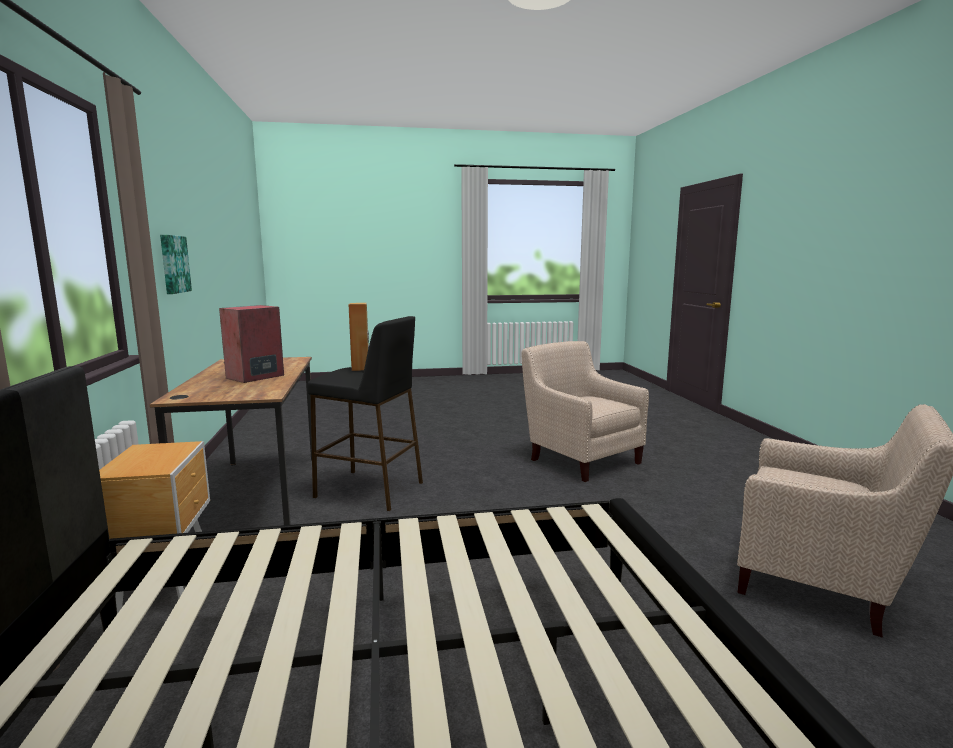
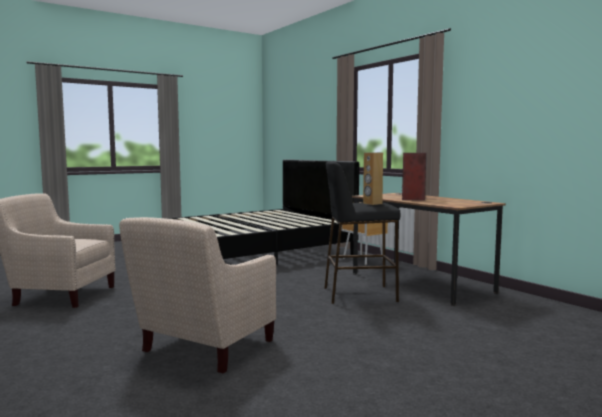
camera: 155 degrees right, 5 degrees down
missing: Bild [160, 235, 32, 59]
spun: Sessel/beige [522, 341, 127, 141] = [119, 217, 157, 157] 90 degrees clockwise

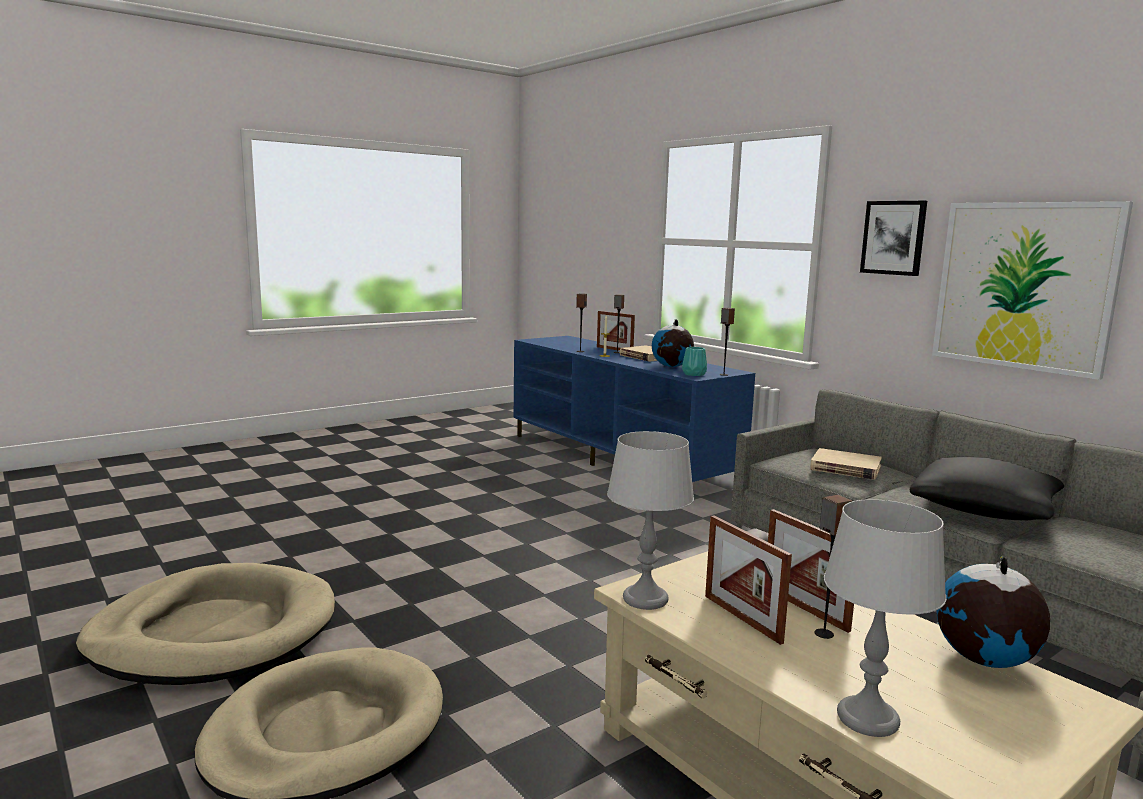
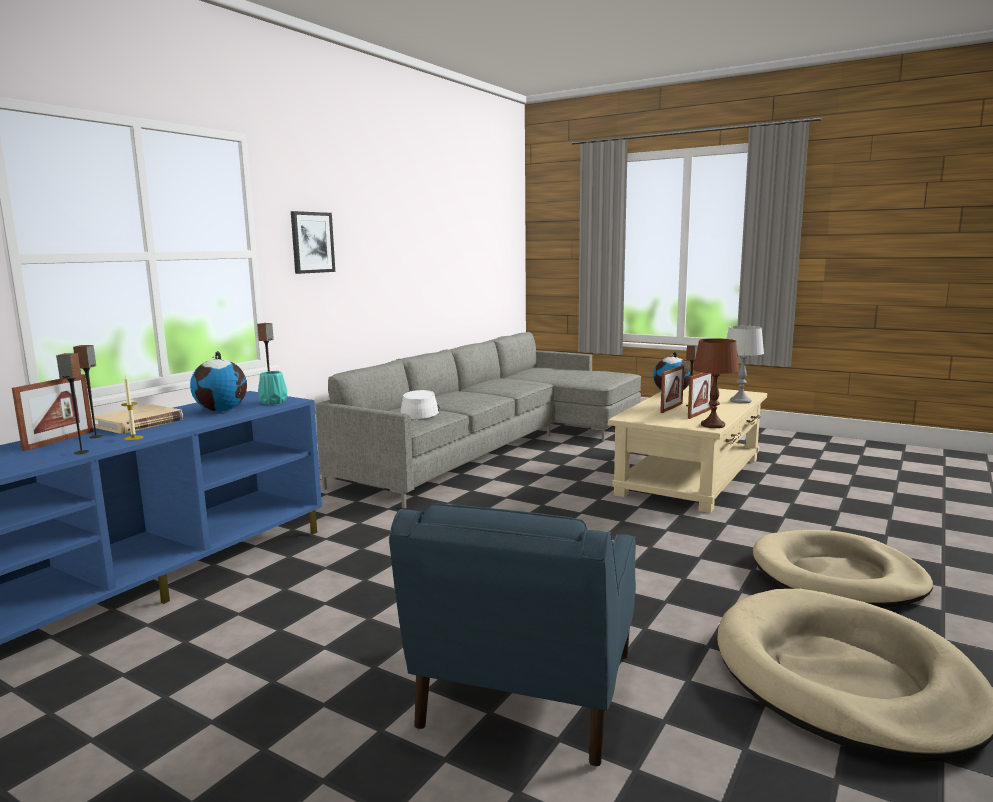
camera: 110 degrees left, 0 degrees up
missing: Kissen/schwarz [910, 457, 154, 63]; Bild [932, 201, 201, 179]
appeared: Sessel/blau [389, 503, 247, 264]
exchanged: Buch/beige [810, 448, 72, 32] to Hut/weiß [400, 390, 40, 29]
colour: Tischlampe/grau [607, 431, 87, 179] to Tischlampe/braun [693, 338, 46, 90]

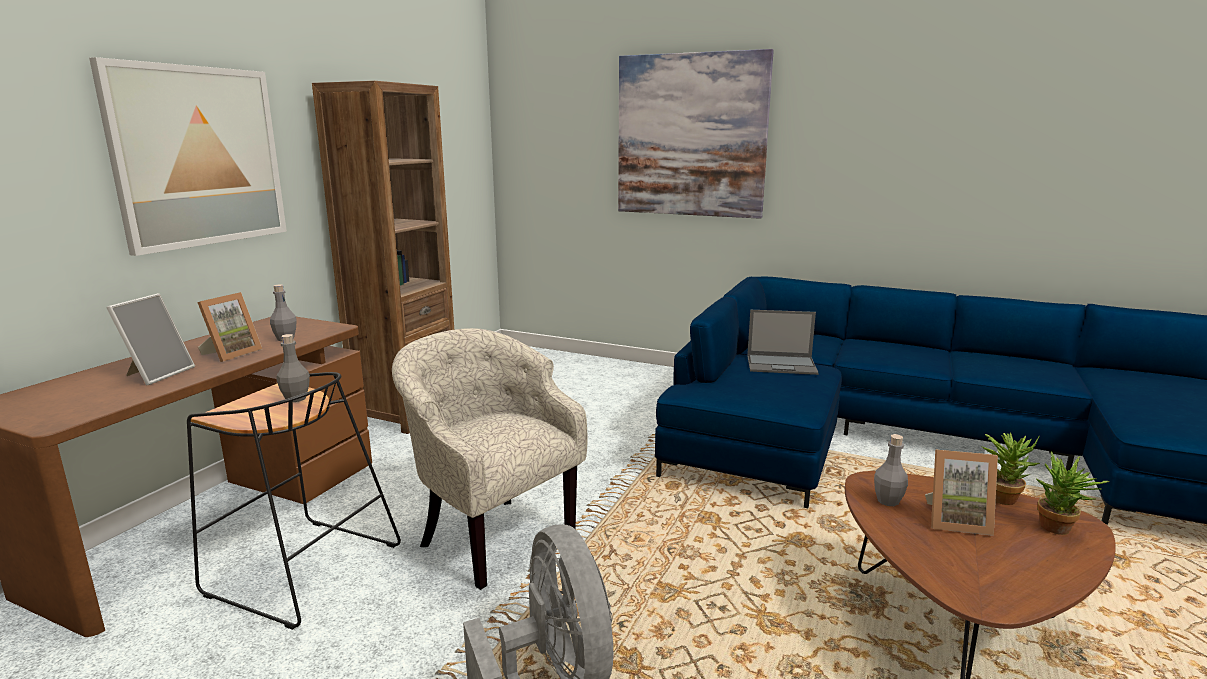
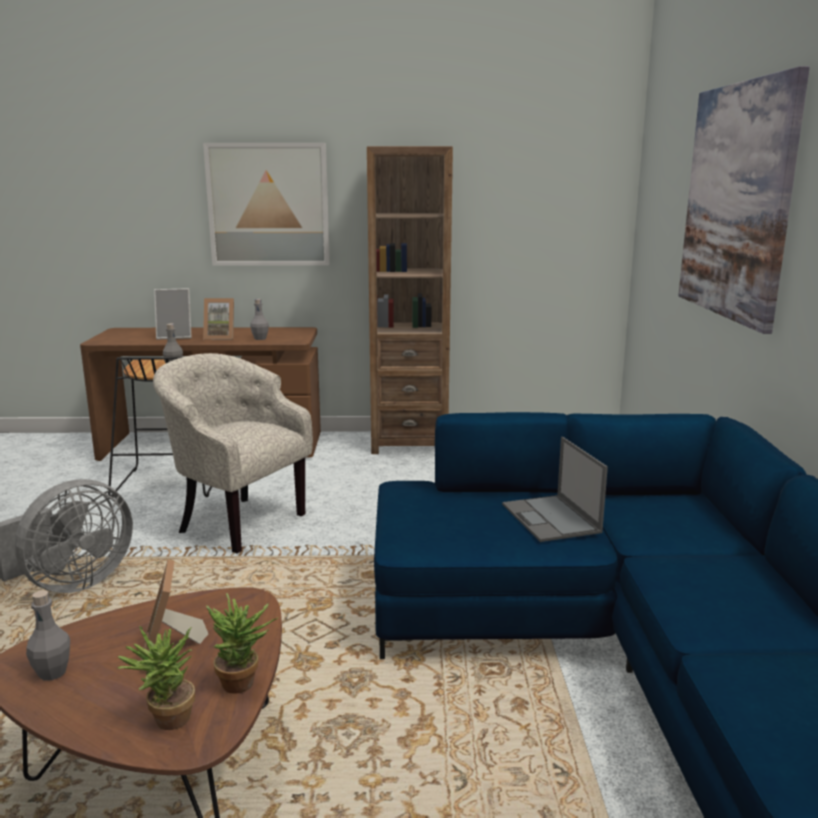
camera: 65 degrees right, 0 degrees up
relocated: Flasche/grau [874, 434, 34, 72] to [26, 590, 44, 90]
spun: Sessel/beige [392, 328, 195, 262] = [153, 353, 160, 201] 75 degrees counterclockwise

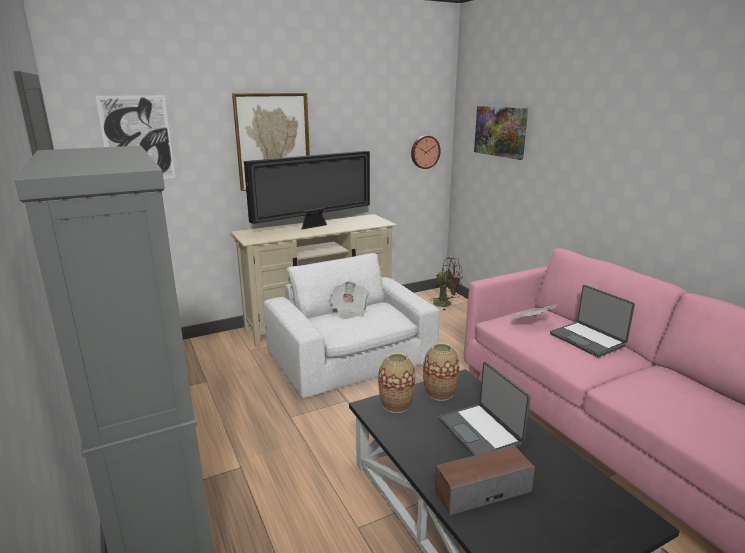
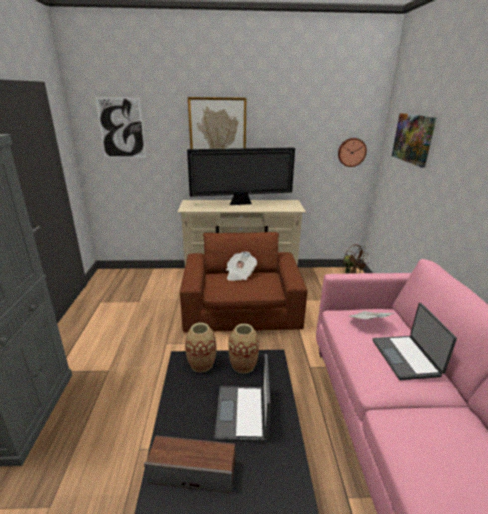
camera: 25 degrees right, 5 degrees up
colour: Sessel/weiß [263, 253, 177, 145] to Sessel/braun [180, 232, 128, 100]

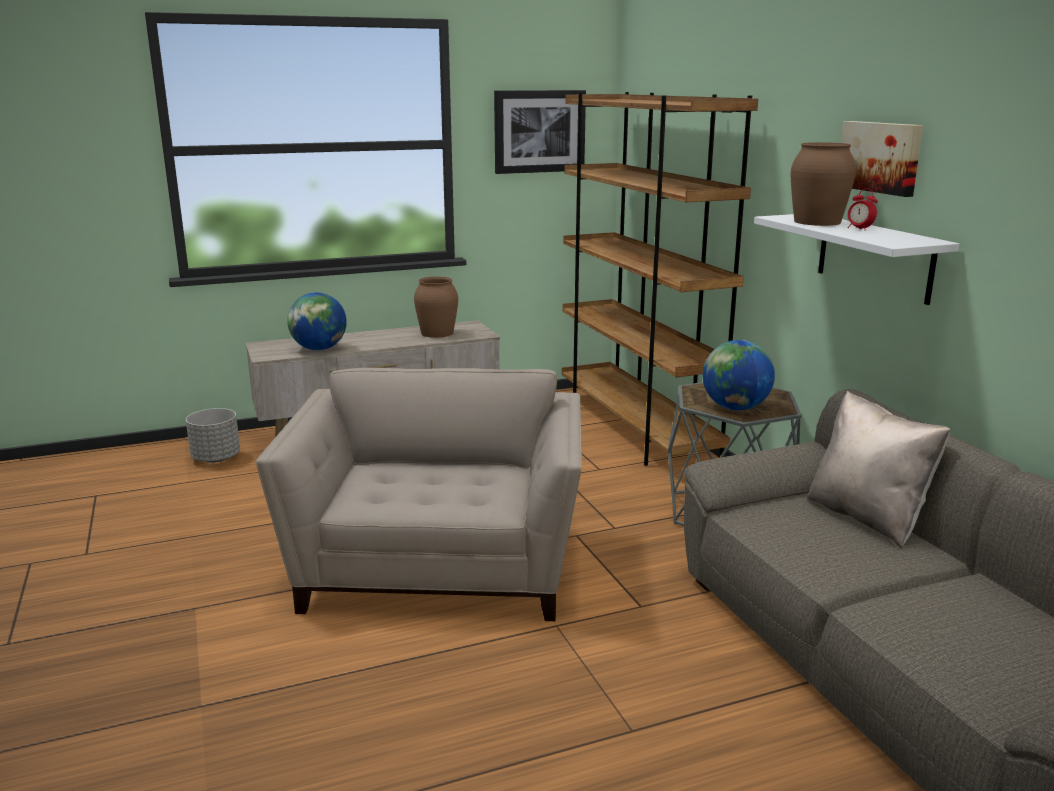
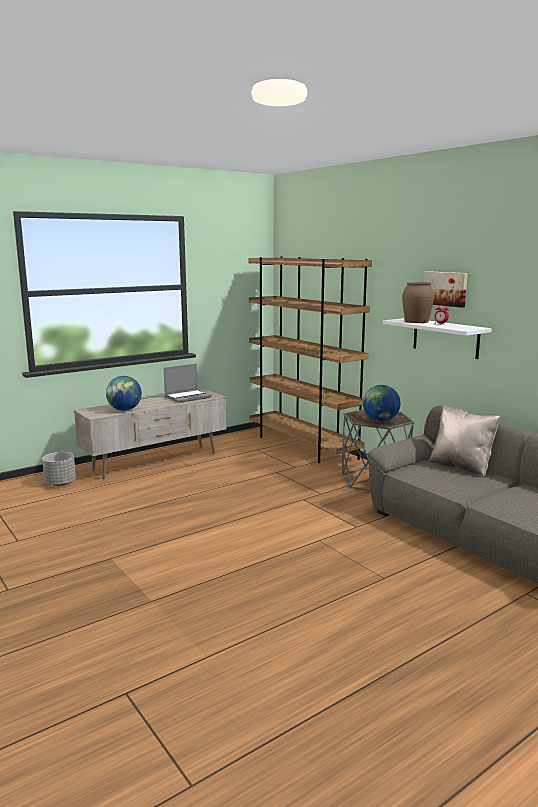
camera: 15 degrees left, 5 degrees down
missing: Sessel/beige [256, 368, 326, 253]; Bild [494, 90, 92, 84]
exchanged: Vase/braun [414, 277, 44, 61] to Laptop [164, 363, 48, 40]

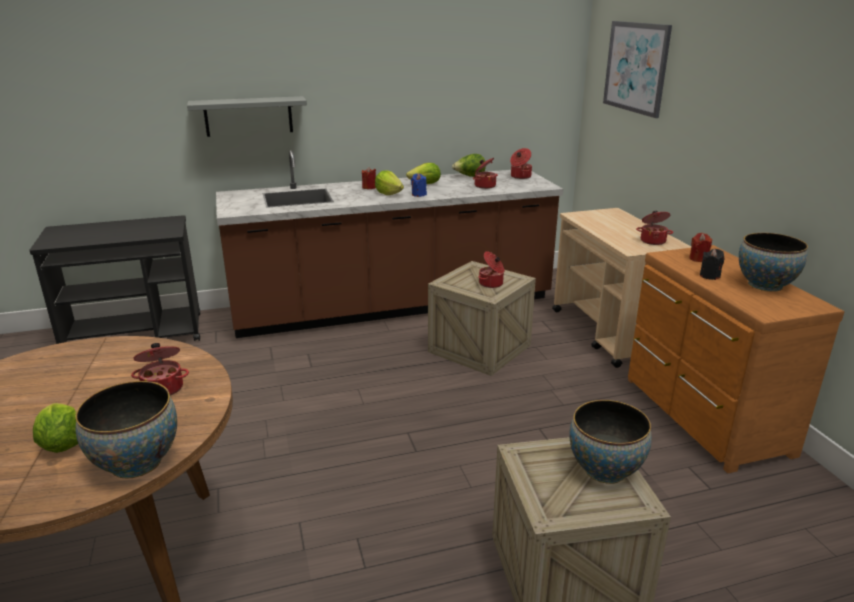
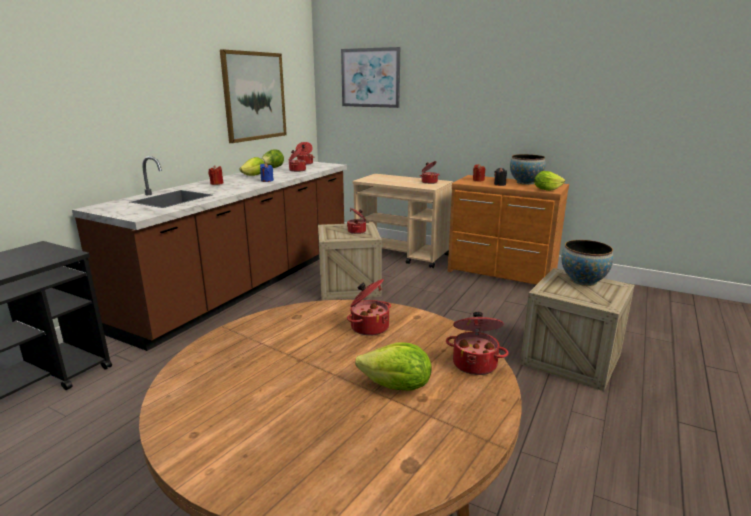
camera: 45 degrees left, 5 degrees down
missing: Wandregal/grau [187, 96, 120, 41]
appeared: Bild [220, 49, 67, 94]
relocated: Salatkopf [375, 170, 29, 25] to [534, 171, 31, 20]
exchanged: Schüssel [75, 381, 102, 98] to Kochtopf [446, 312, 63, 63]

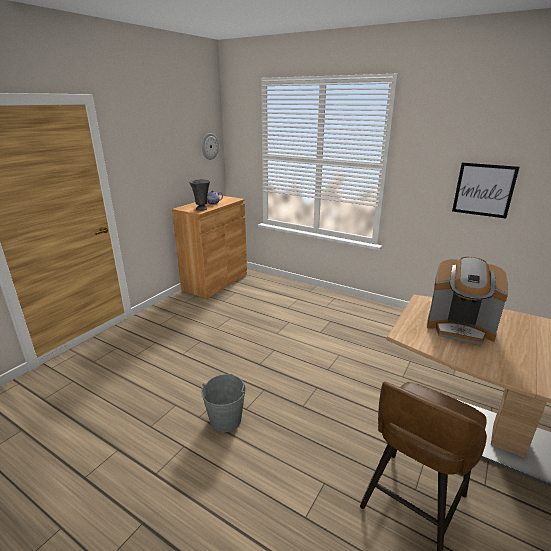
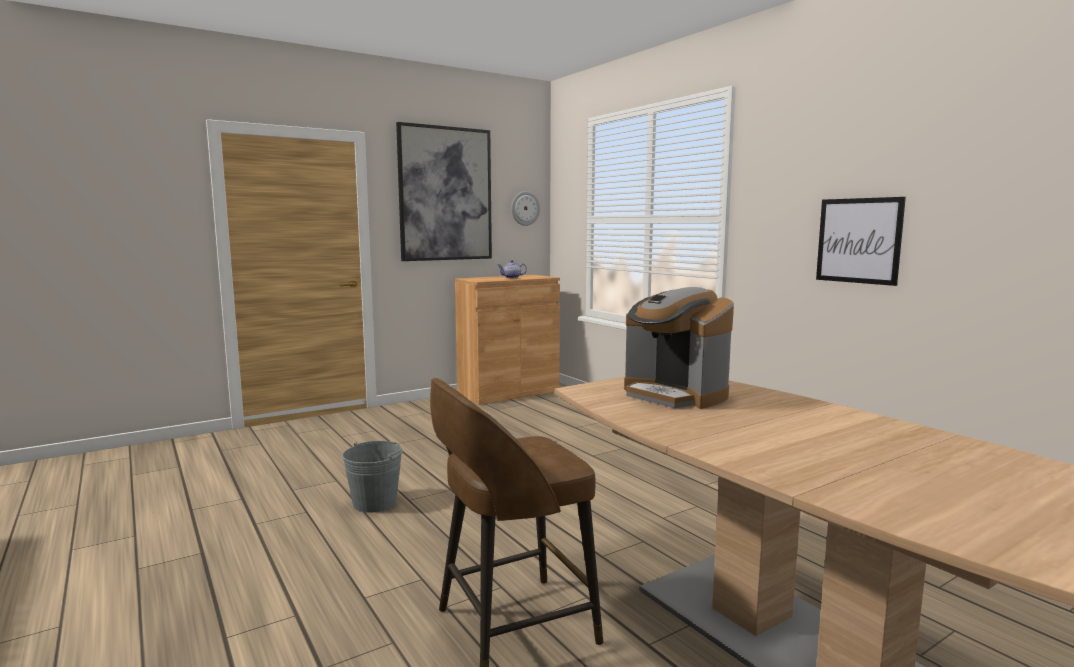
camera: 25 degrees right, 15 degrees down
missing: Vase/grau [189, 179, 21, 31]
appeared: Bild [396, 122, 96, 139]

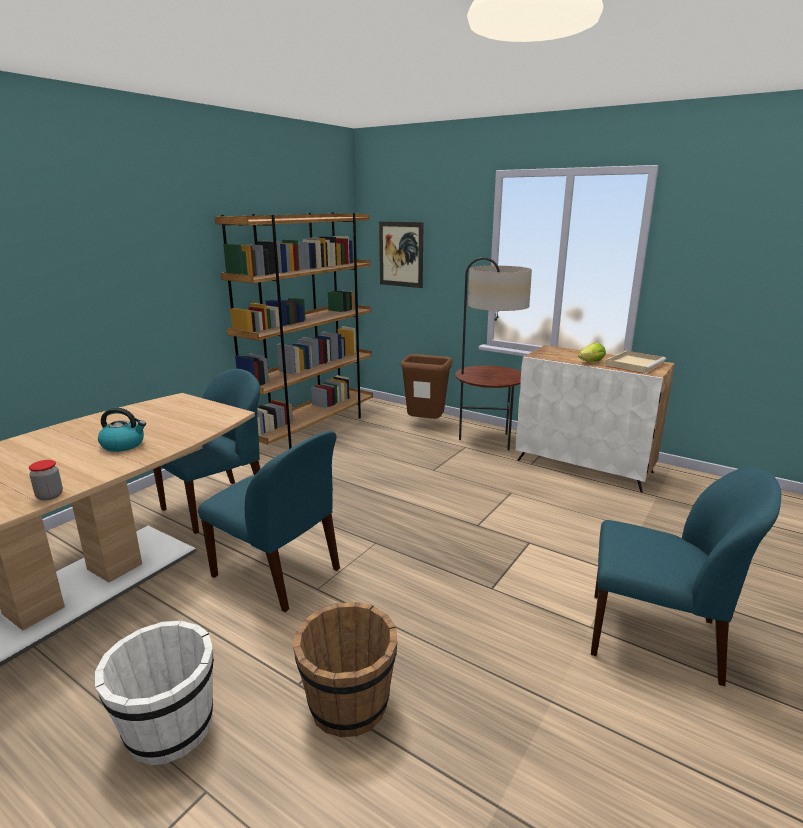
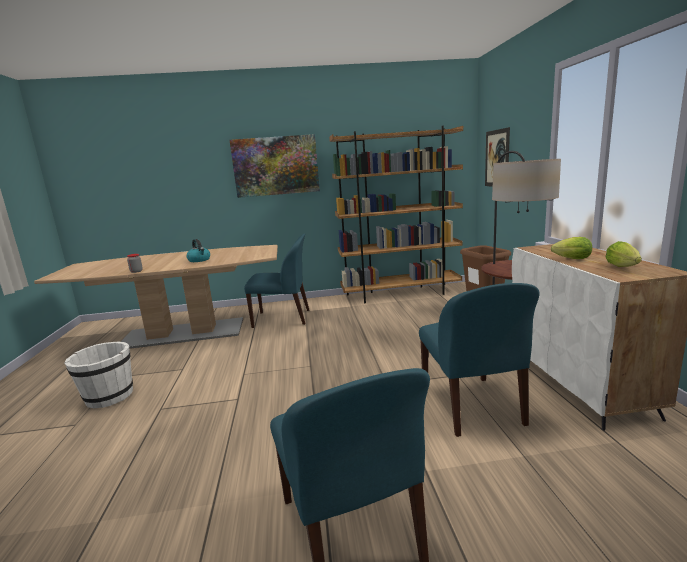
camera: 50 degrees right, 5 degrees down
missing: Eimer/braun [293, 602, 104, 135]
appeared: Bild [230, 134, 90, 64]
relocated: Stuhl/blau [198, 431, 142, 181] to [419, 283, 121, 154]
exchanged: Tablett/beige [605, 351, 61, 23] to Salatkopf [606, 241, 36, 26]

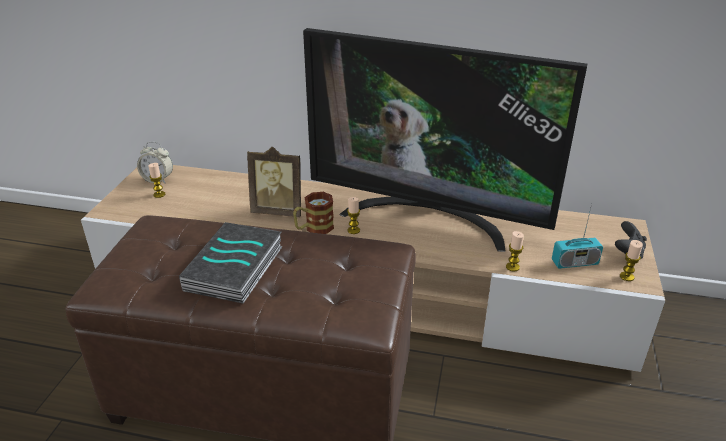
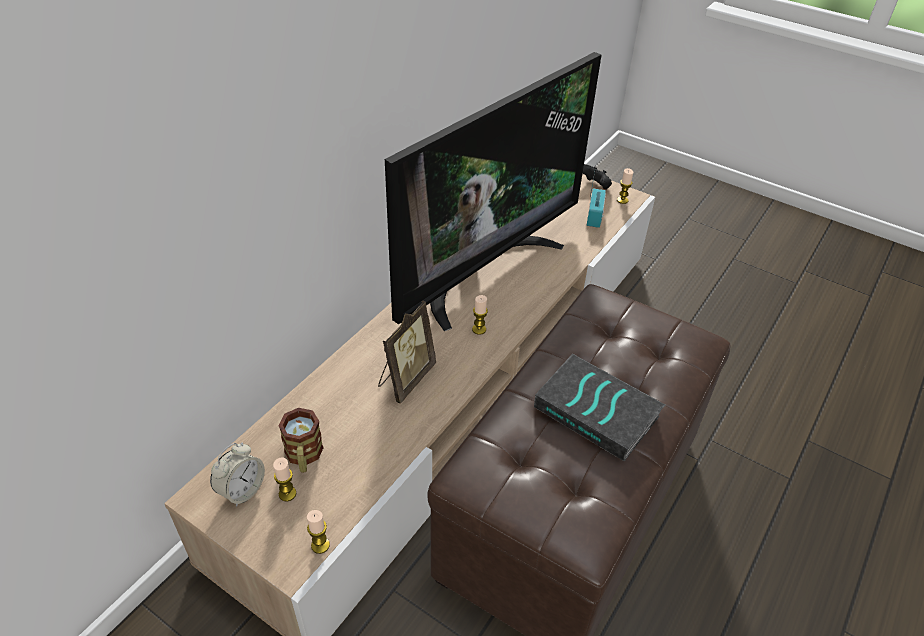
camera: 70 degrees left, 10 degrees up
relocated: Henkelbecher [293, 192, 41, 42] to [278, 408, 46, 65]; Kerze [506, 231, 18, 41] to [307, 510, 23, 44]

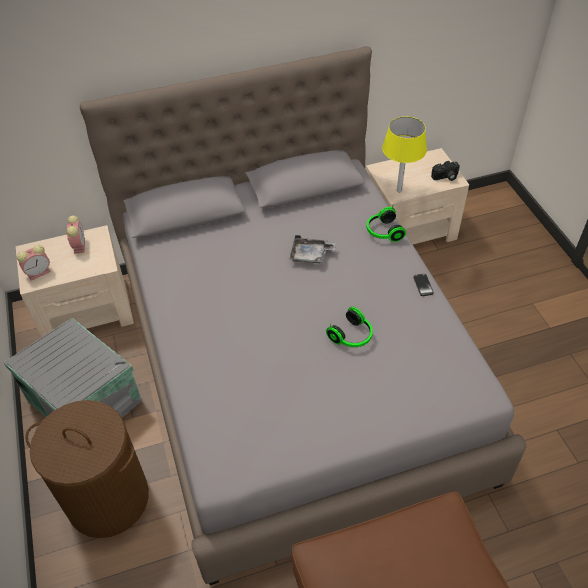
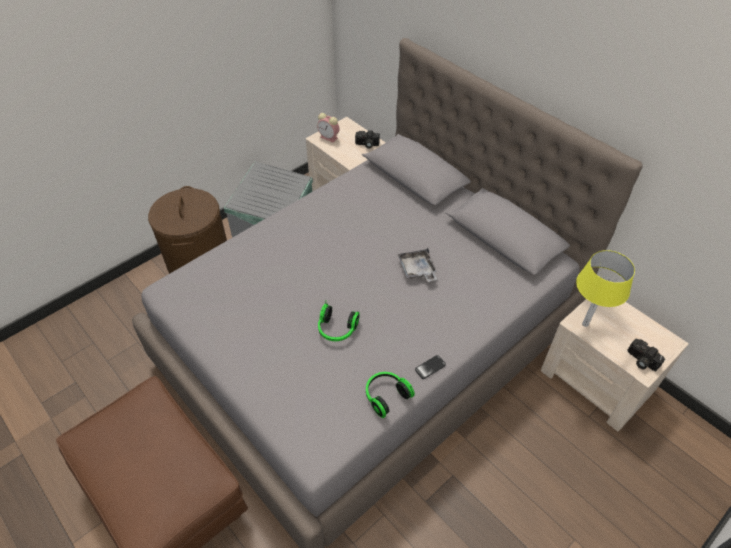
camera: 65 degrees right, 0 degrees up
relocated: Kopfhörer [367, 204, 39, 38] to [366, 372, 49, 46]
exchanged: Wecker [65, 215, 20, 39] to Kamera [355, 130, 25, 18]

